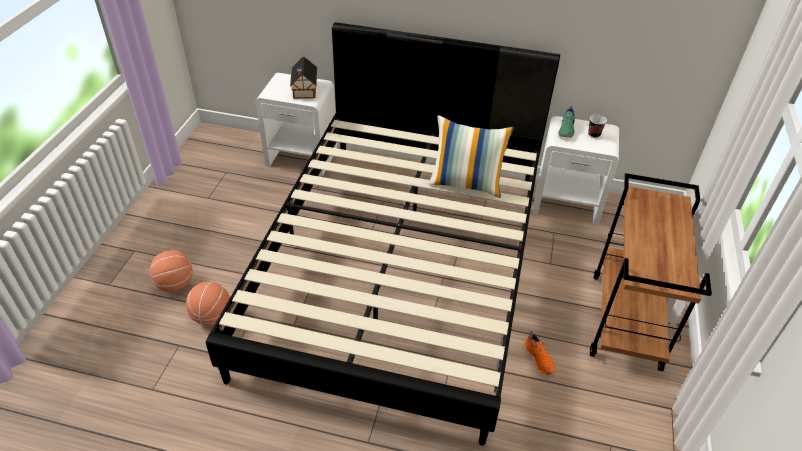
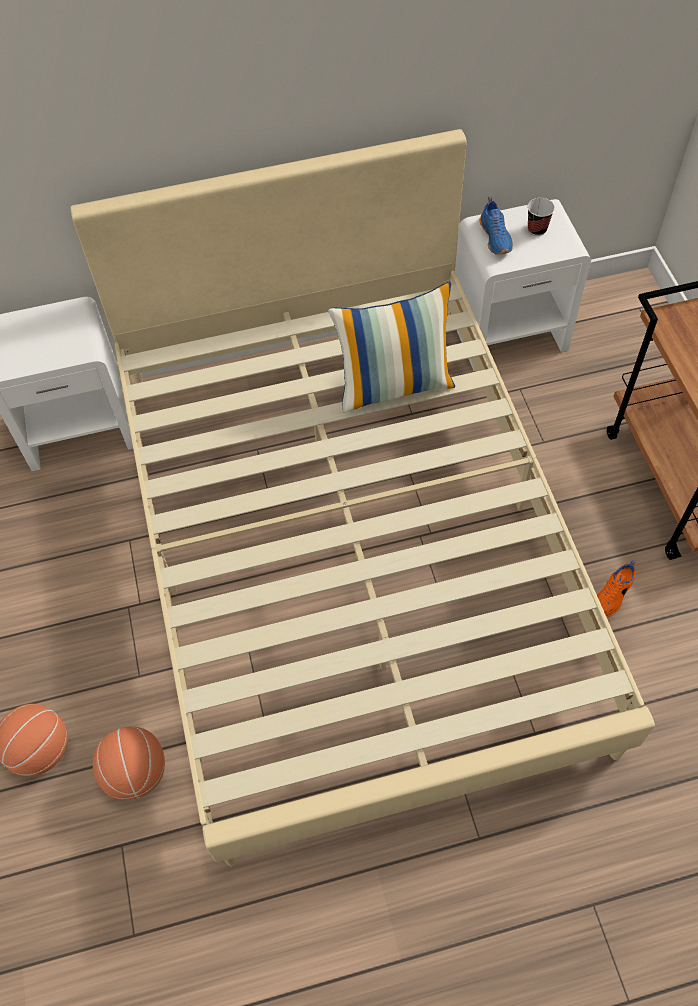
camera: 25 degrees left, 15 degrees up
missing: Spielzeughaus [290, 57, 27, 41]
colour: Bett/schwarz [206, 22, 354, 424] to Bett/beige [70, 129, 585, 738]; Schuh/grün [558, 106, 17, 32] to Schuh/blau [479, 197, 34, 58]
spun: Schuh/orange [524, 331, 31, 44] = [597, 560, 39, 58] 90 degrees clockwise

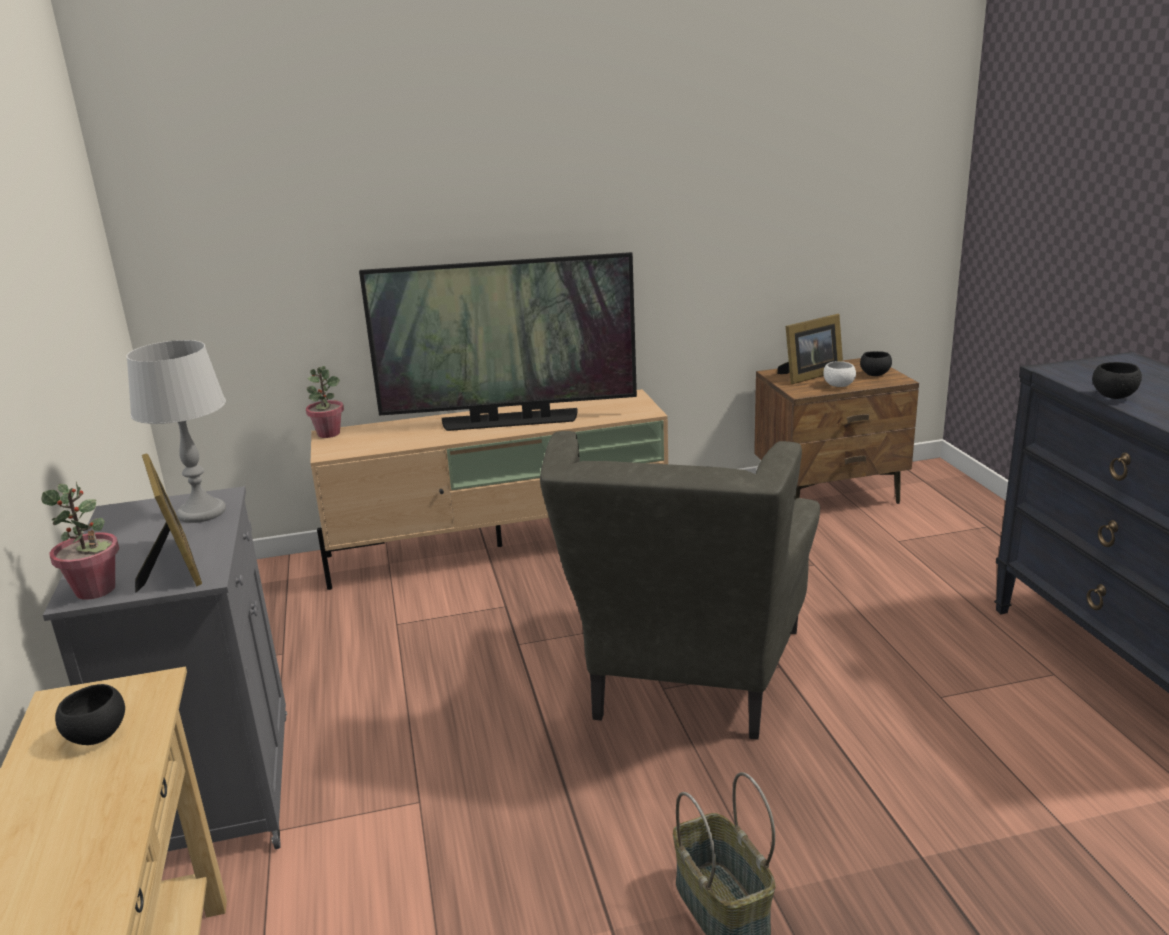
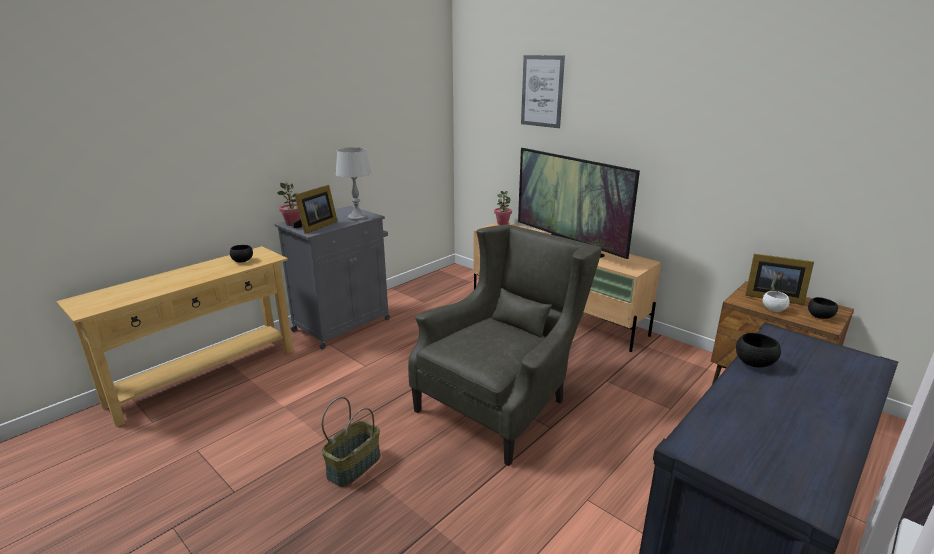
camera: 55 degrees right, 0 degrees up
appeared: Bild [521, 55, 44, 73]
spun: Sessel/grau [540, 431, 280, 309] = [408, 225, 194, 241] 150 degrees clockwise

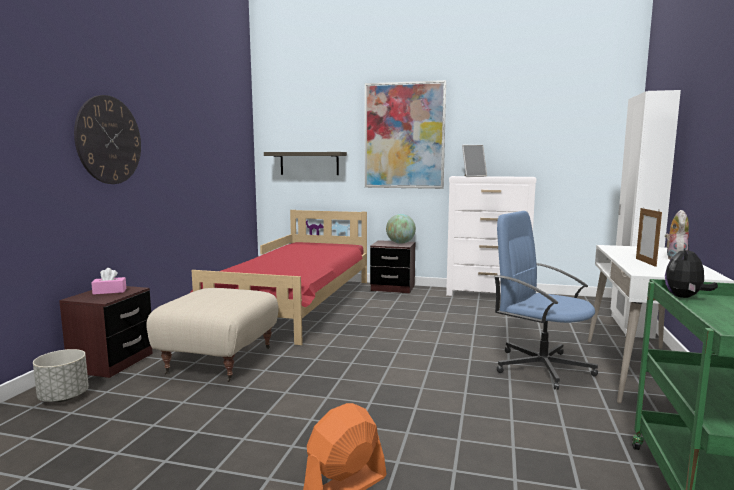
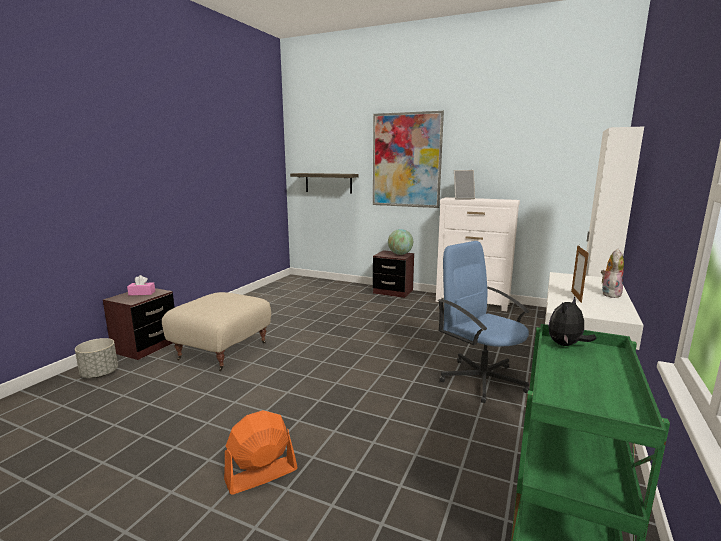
camera: 10 degrees right, 5 degrees up
missing: Wanduhr [74, 95, 67, 89]; Bett/rot [190, 210, 177, 135]

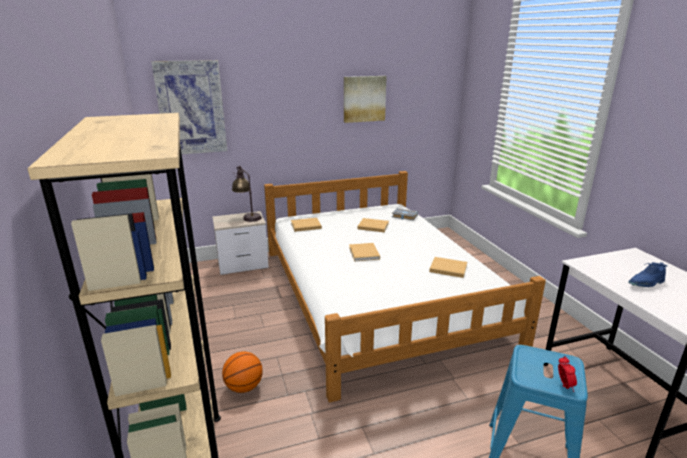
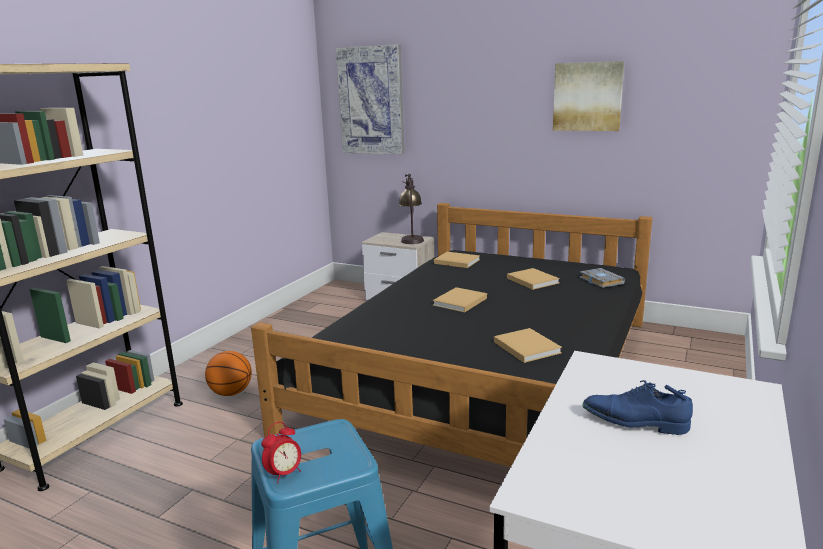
camera: 45 degrees right, 5 degrees down
colour: Bett/weiß [264, 171, 282, 231] to Bett/schwarz [251, 203, 401, 264]

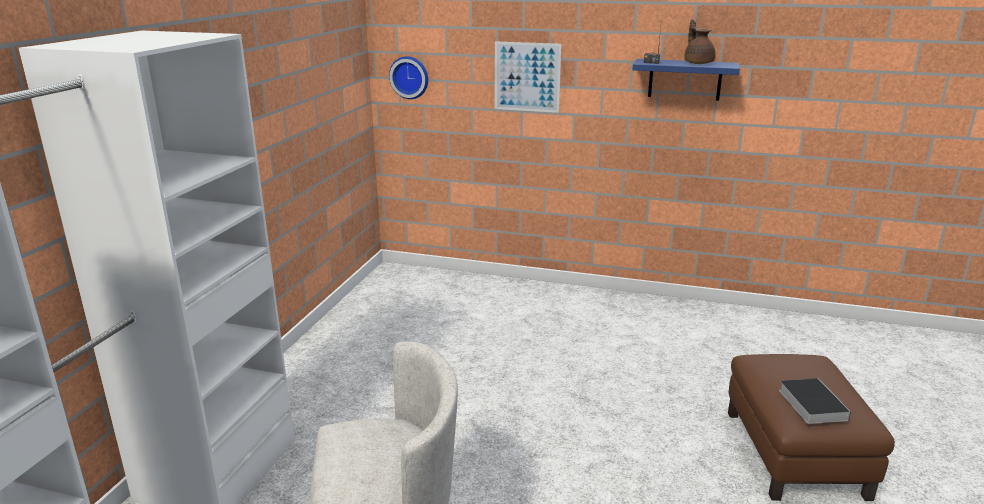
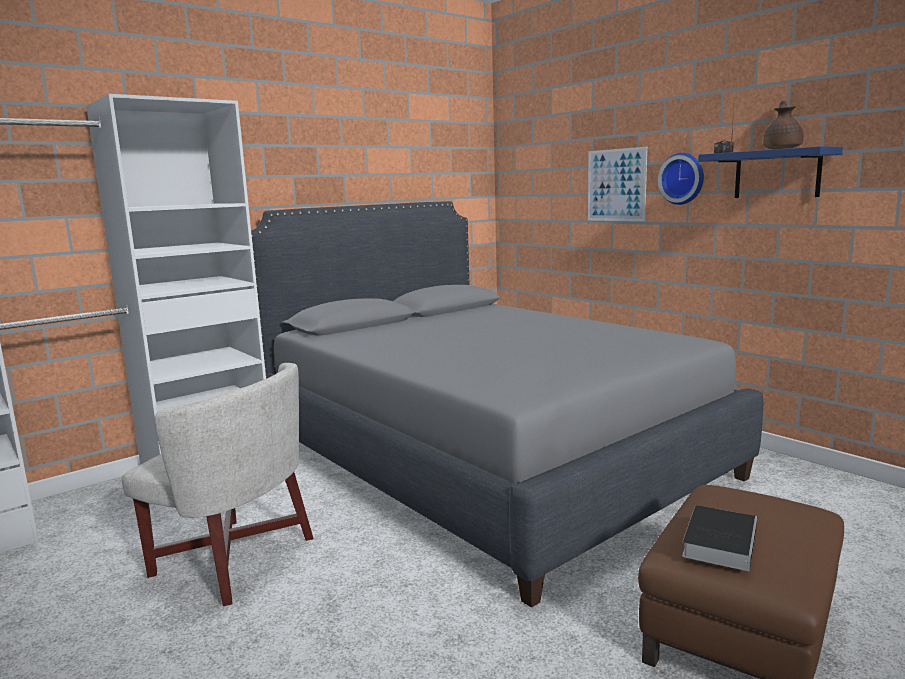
camera: 35 degrees right, 10 degrees down
appeared: Bett/grau [251, 201, 512, 407]
relocated: Wanduhr [389, 56, 39, 43] to [658, 153, 46, 52]

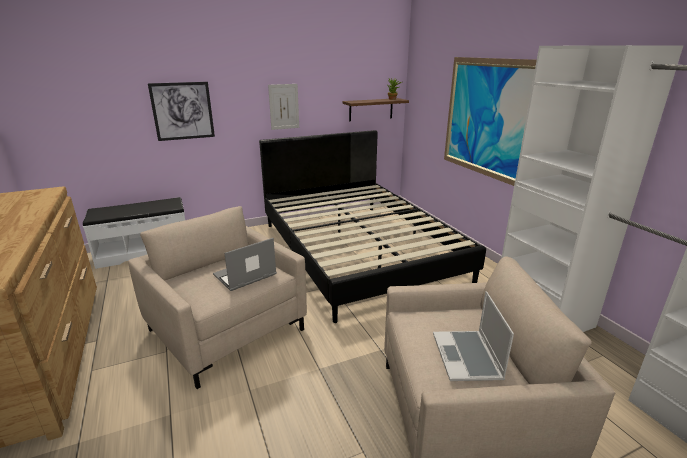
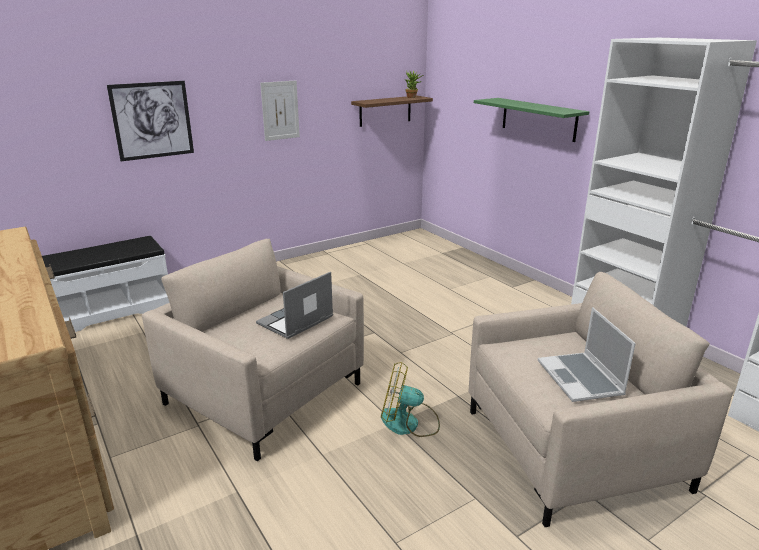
camera: 10 degrees left, 0 degrees up
missing: Bett/schwarz [259, 130, 227, 193]
appeared: Ventilator [381, 362, 59, 75]
exchanged: Bild [444, 57, 93, 129] to Wandregal/grün [474, 98, 115, 44]

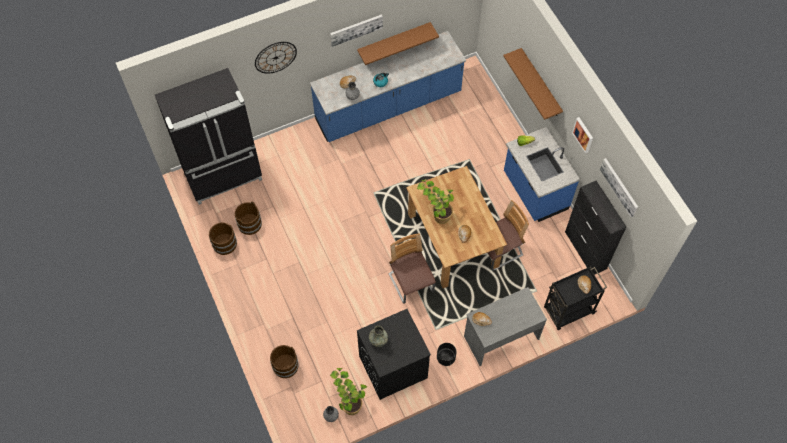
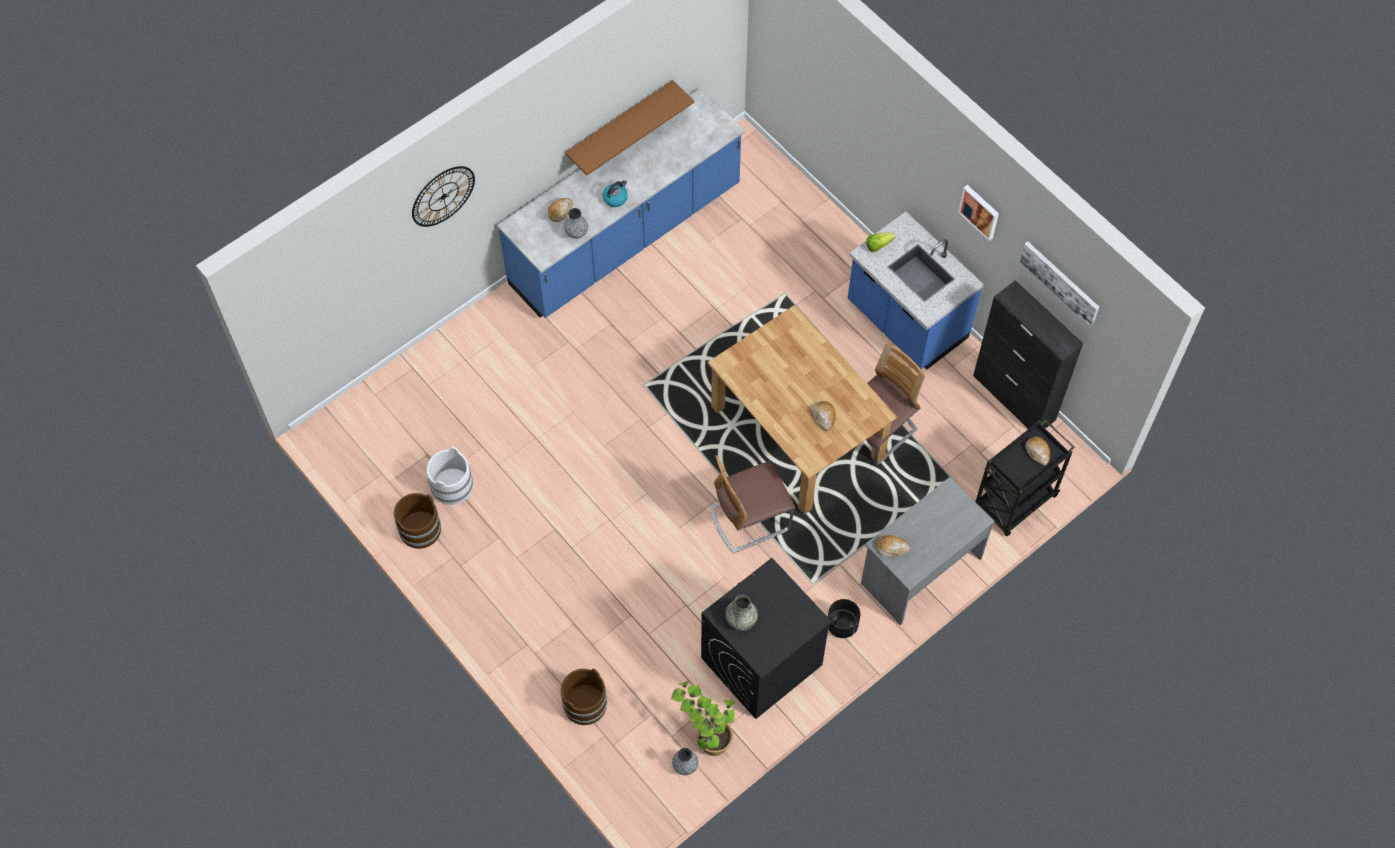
camera: 15 degrees left, 0 degrees up
missing: Kühlschrank/schwarz [155, 68, 107, 137]; Bild [330, 14, 53, 33]; Topfpflanze [417, 179, 37, 45]; Wandregal/braun [503, 48, 60, 72]
colour: Eimer/braun [235, 202, 27, 33] to Eimer/weiß [427, 447, 46, 58]
spun: Stuhl [388, 233, 48, 71] = [710, 455, 85, 99] 75 degrees counterclockwise

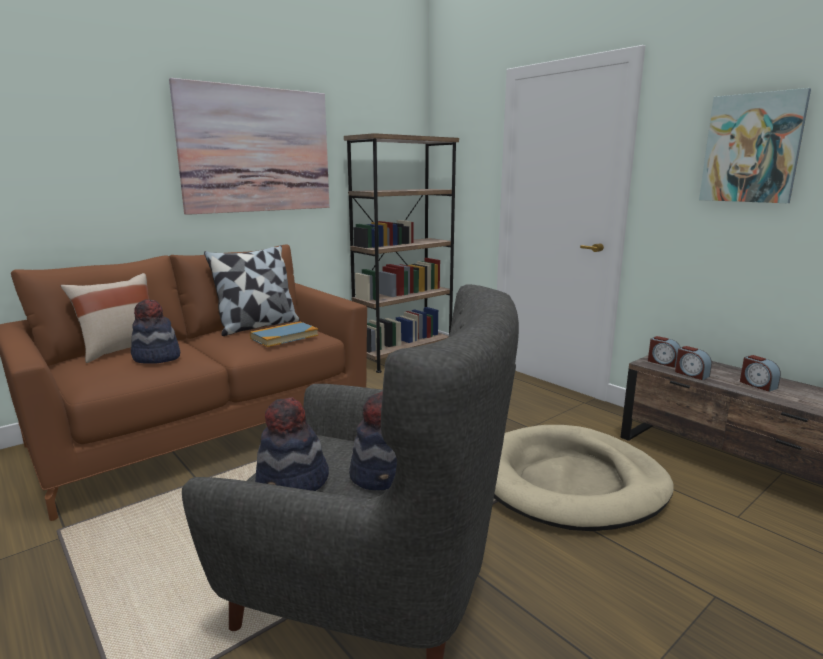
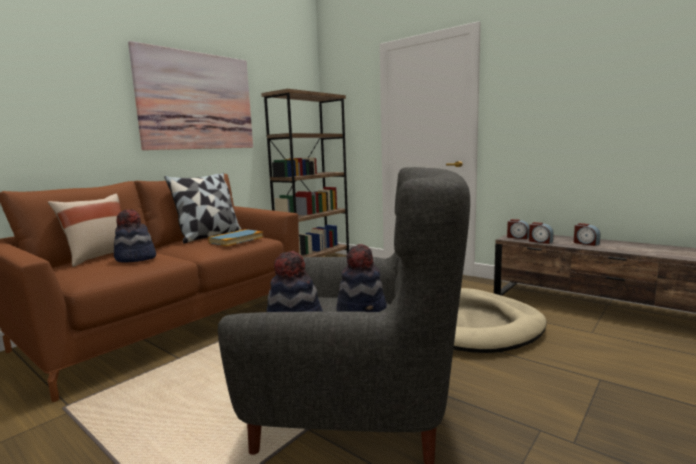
camera: 10 degrees left, 5 degrees down
missing: Bild [699, 88, 112, 115]

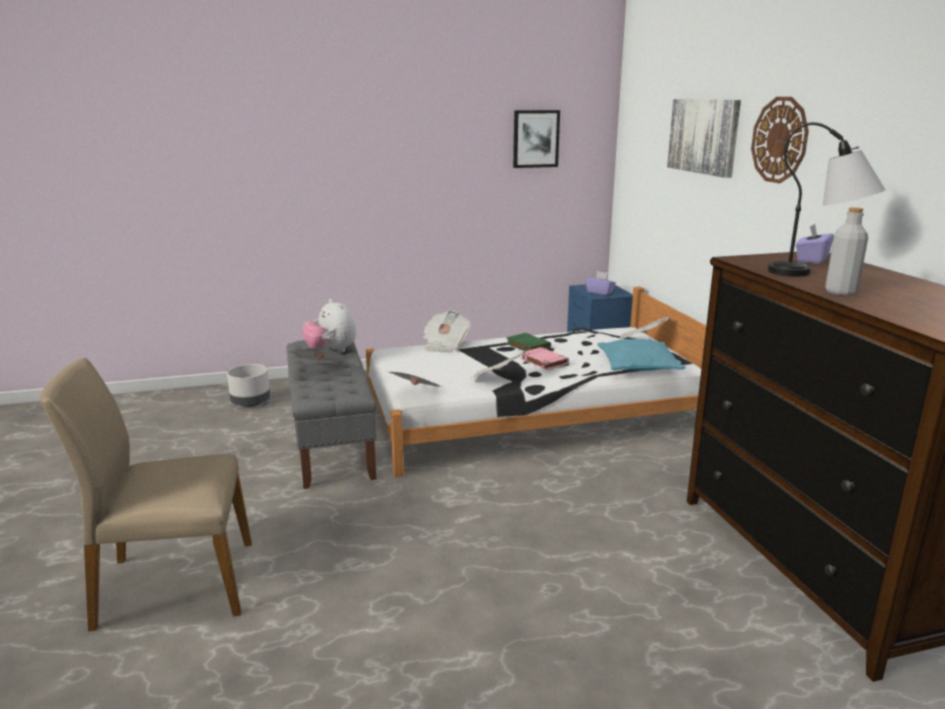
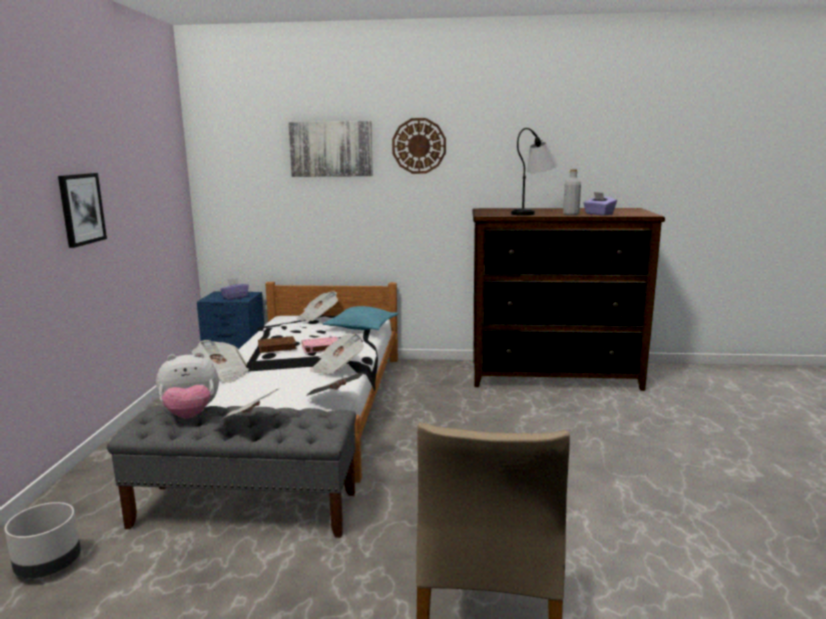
camera: 70 degrees left, 5 degrees down
relocated: Bild [513, 110, 47, 58] to [58, 173, 49, 75]; Taschentuchbox/lila [796, 224, 38, 40] to [583, 192, 34, 24]
colour: Buch/grün [506, 333, 45, 18] to Buch/braun [258, 336, 39, 17]

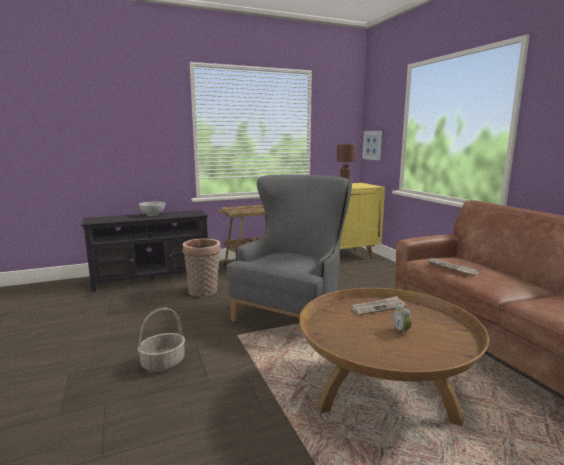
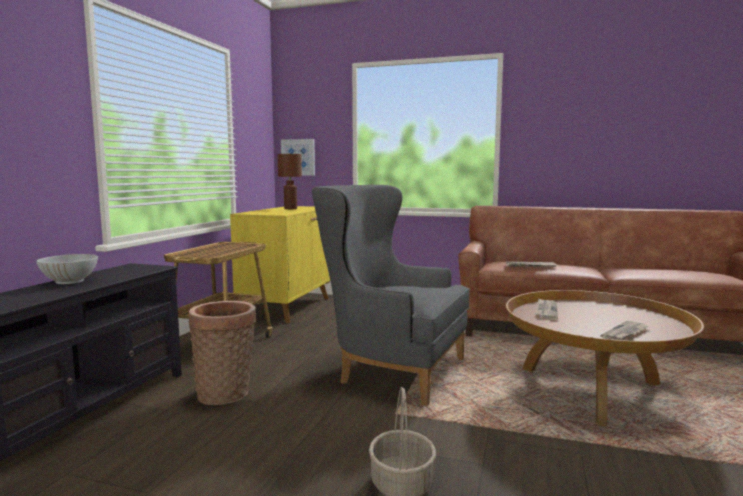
camera: 50 degrees left, 5 degrees down
missing: Wecker [393, 304, 19, 32]
appeared: Zeitung [600, 321, 48, 19]
spun: Sessel/grau [226, 174, 126, 148] = [312, 185, 158, 221] 45 degrees counterclockwise

